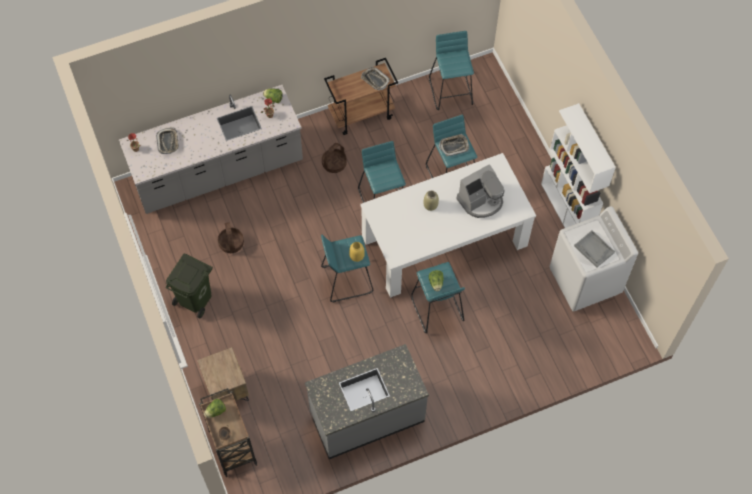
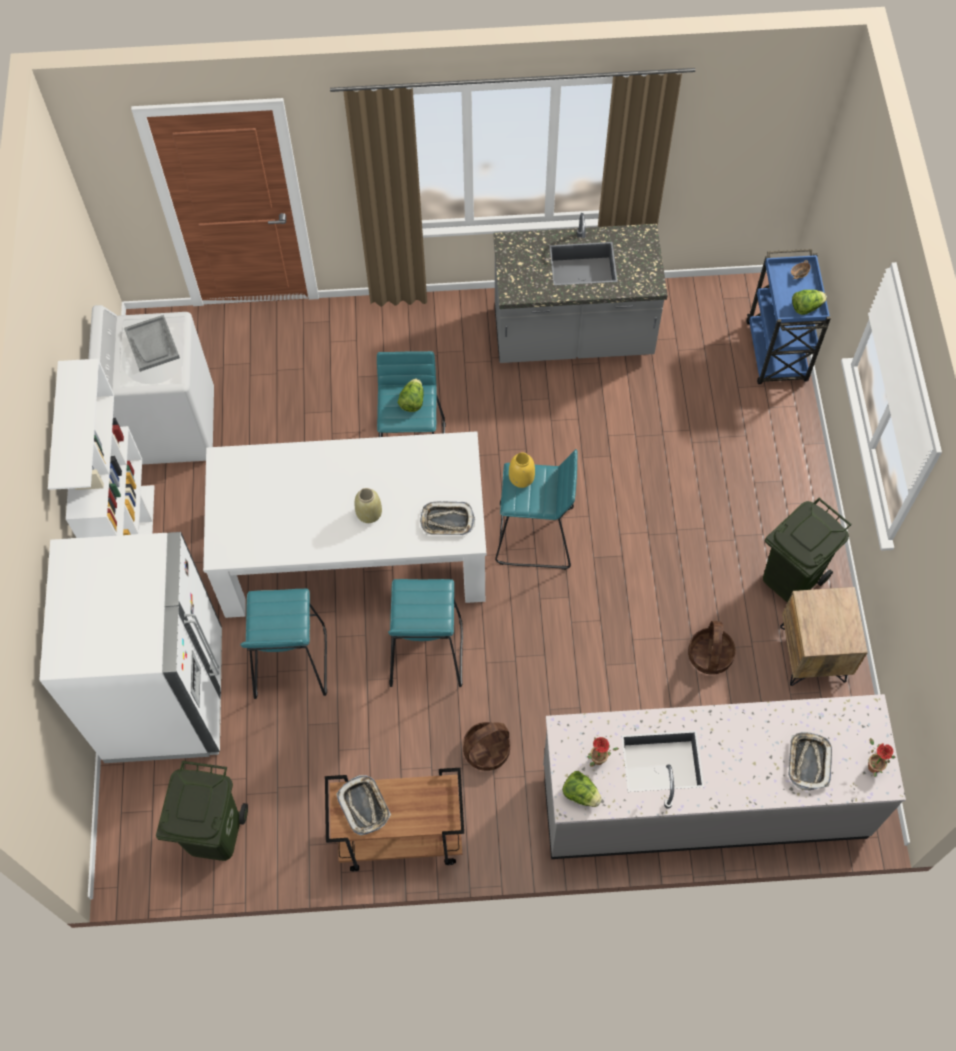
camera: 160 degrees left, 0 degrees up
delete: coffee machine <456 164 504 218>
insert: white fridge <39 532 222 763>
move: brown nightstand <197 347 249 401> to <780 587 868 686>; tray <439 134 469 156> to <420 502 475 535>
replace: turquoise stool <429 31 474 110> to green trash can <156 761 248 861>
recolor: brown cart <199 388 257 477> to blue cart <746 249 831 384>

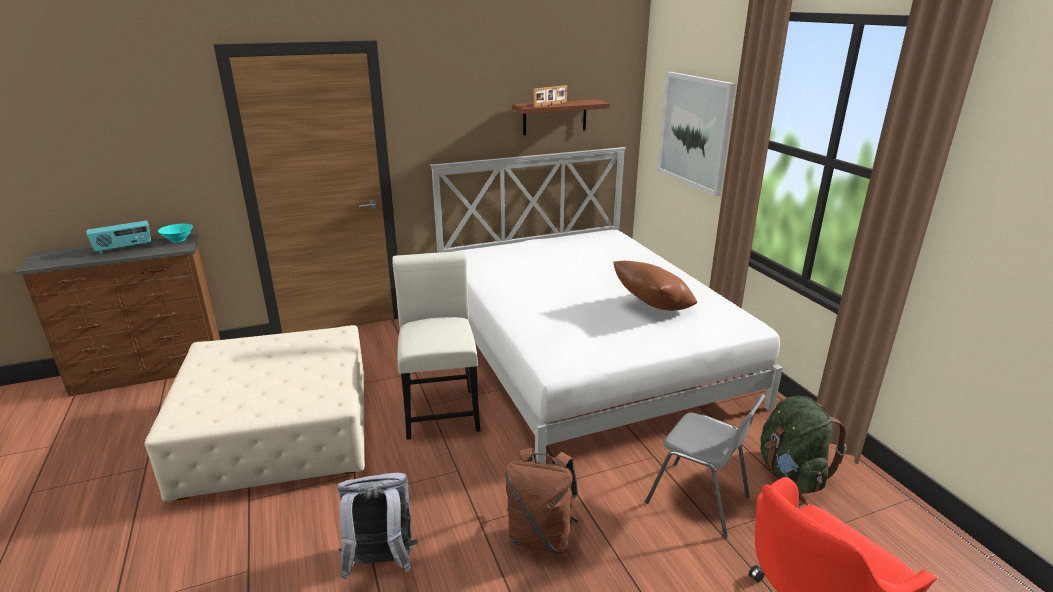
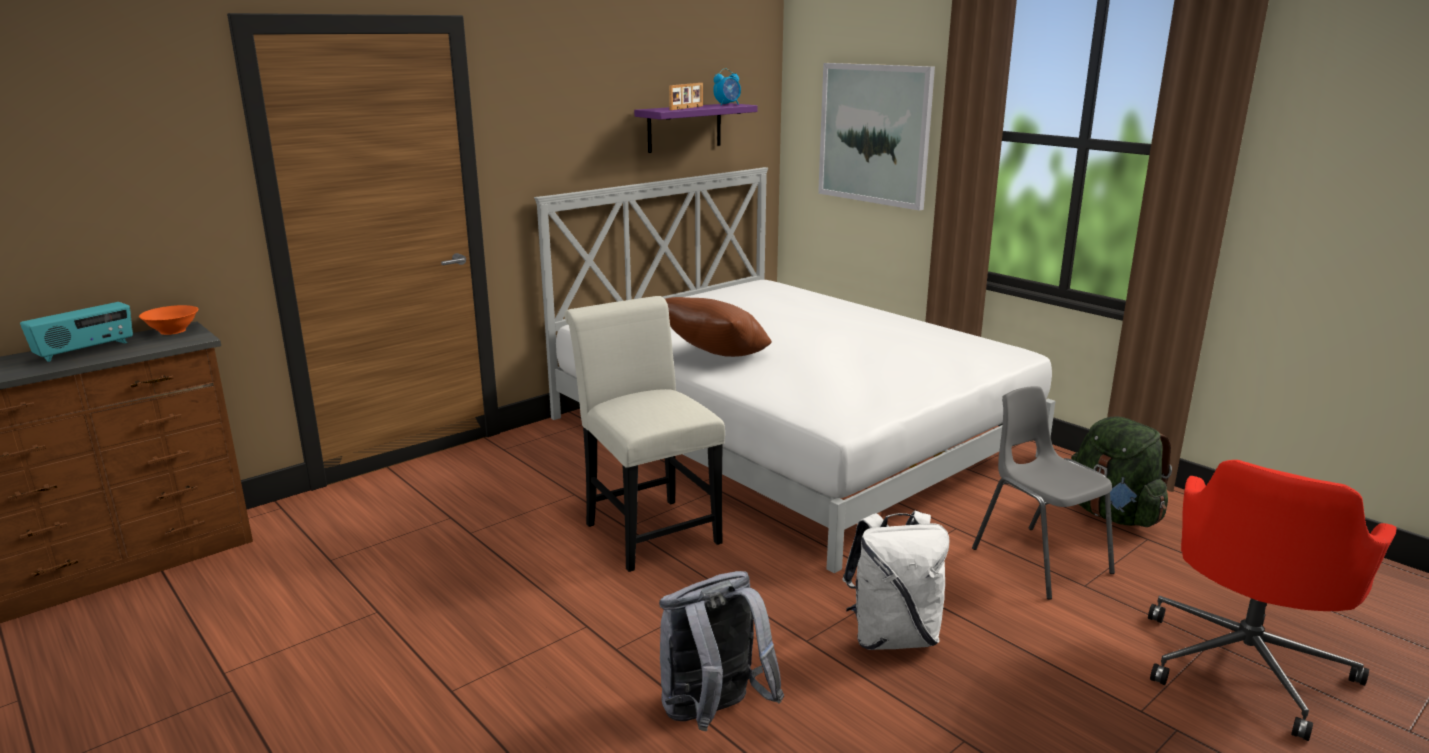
camera: 20 degrees left, 5 degrees down
delete: beige ottoman <145 325 365 501>
insert: alarm clock <713 69 741 106>
move: brown pillow <613 261 697 311> to <665 297 772 357>
recolor: turquoise bowl <158 224 193 242> to orange bowl <139 305 198 335>; brown backpack <506 448 578 553> to white backpack <842 511 949 650>; brown shelf <512 99 610 135> to purple shelf <634 103 758 153>
rotate: grey chair <645 394 765 538> = <972 386 1115 600> 135 degrees counterclockwise

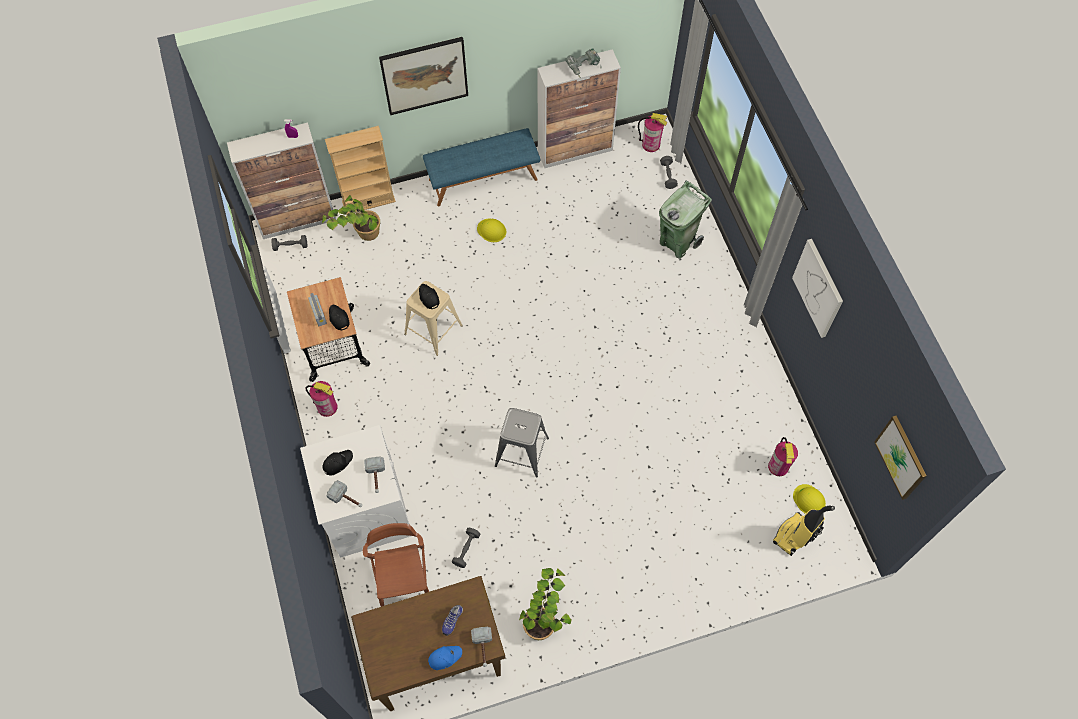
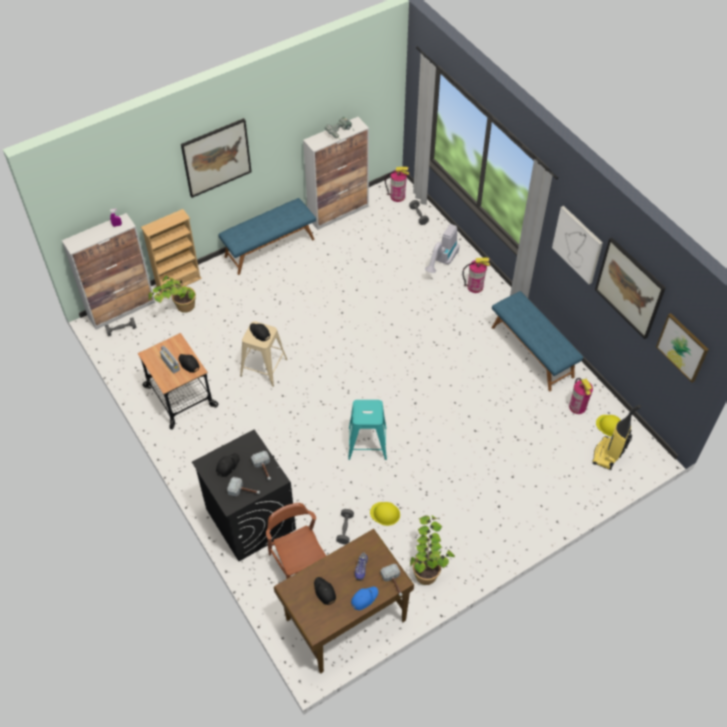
camera: 15 degrees left, 10 degrees down
insert: black cap <314 577 336 605>; blue bench <492 291 583 391>; picture <595 238 665 339>
move: fire extinguisher <305 381 337 417> to <462 258 490 293>; yellow hard hat <477 219 506 242> to <370 502 400 526>
replace: green trash can <659 180 712 259> to vacuum cleaner <425 224 459 273>
recolor: white washing machine <300 425 410 558> to black washing machine <192 430 296 561>; grey stool <495 408 549 478> to turquoise stool <348 400 387 460>

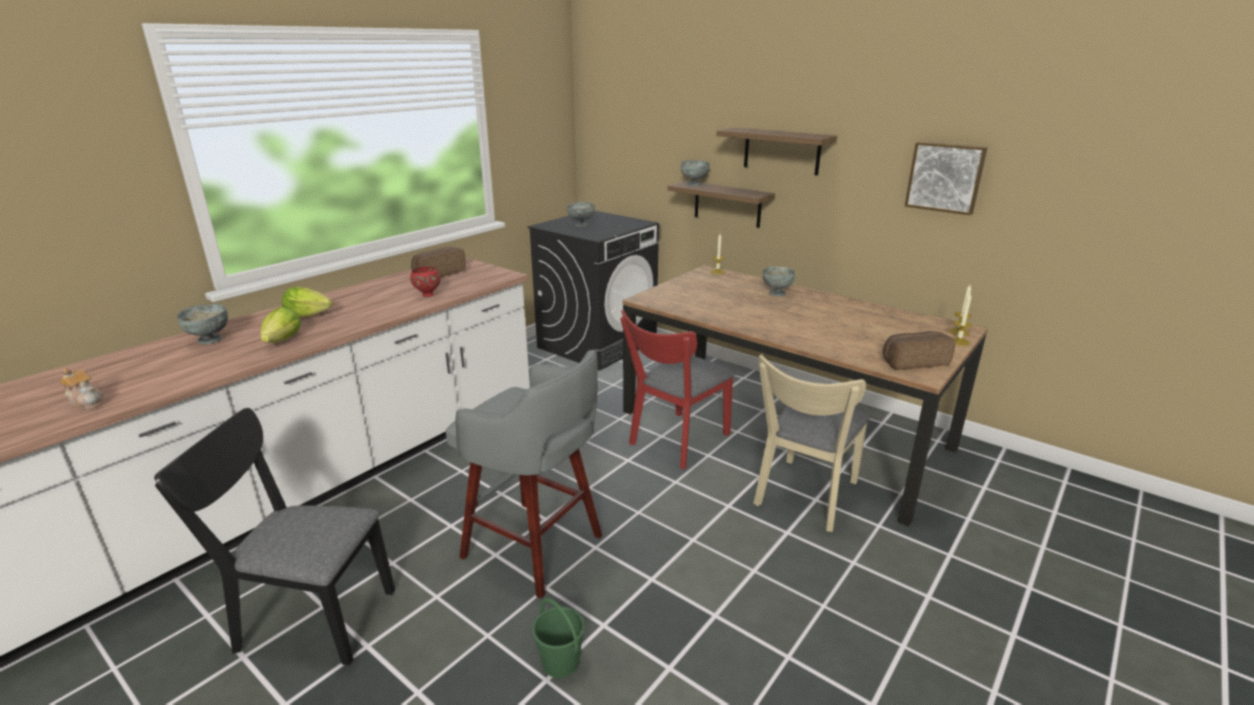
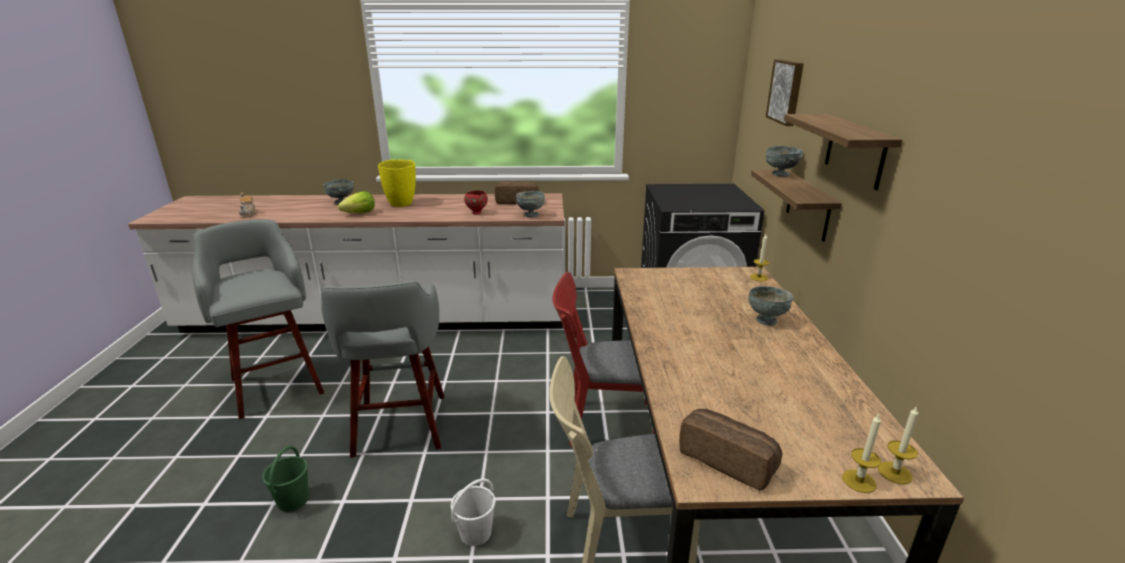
camera: 50 degrees right, 0 degrees up
insert: white bucket <451 478 495 546>
move: grey bowl <566 202 595 227> to <516 191 545 218>; picture <905 141 987 215> to <766 59 804 126>
replace: black chair <154 408 395 665> to grey stool <192 219 324 419>; lettuce <282 287 333 317> to yellow vase <378 160 416 207>

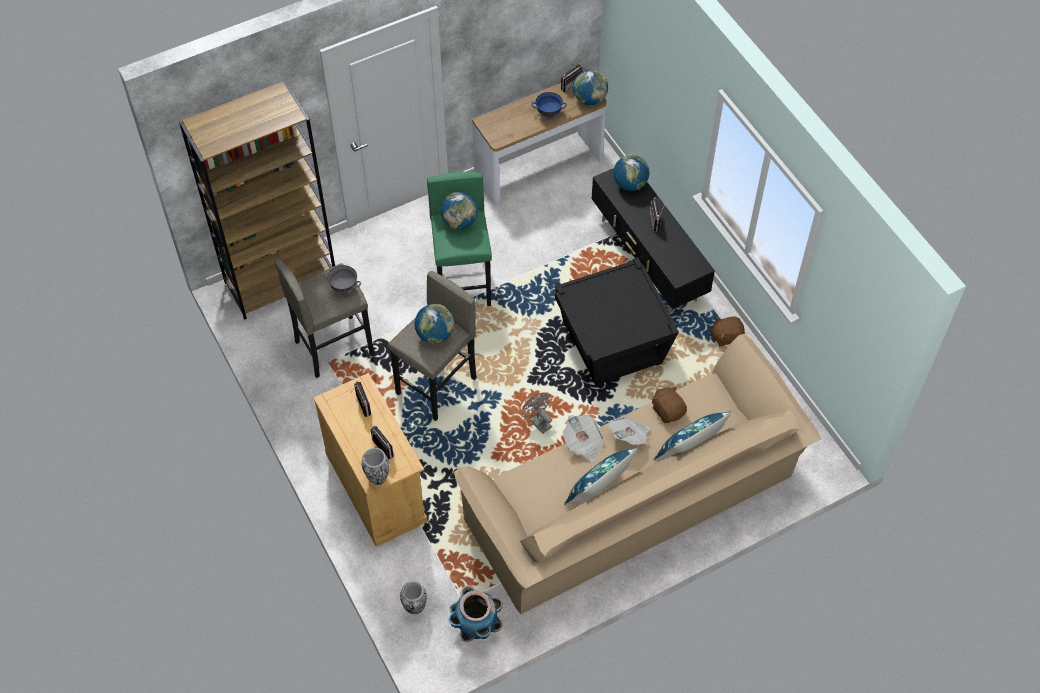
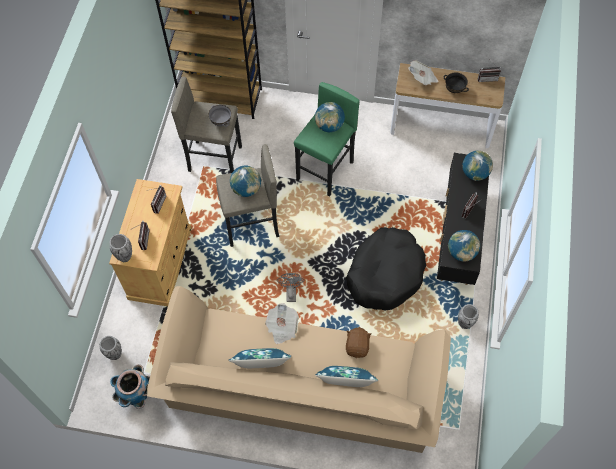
camera: 40 degrees right, 5 degrees up
move: globe <573 69 608 105> to <448 230 480 262>; newspaper <609 417 650 445> to <408 61 438 85>
replace: black side table <554 257 679 386> to black dog bed <346 227 426 310>; brown plush toy <709 316 745 347> to vase <458 304 479 329>
recolor: blue bowl <531 92 567 117> to black bowl <444 72 469 93>

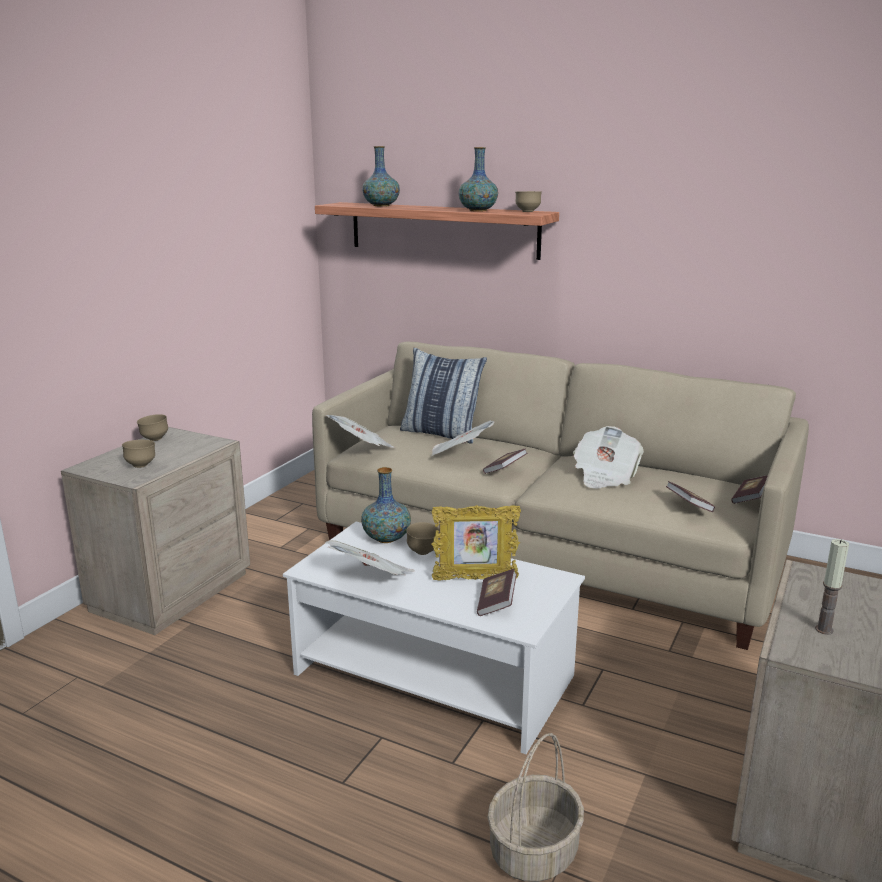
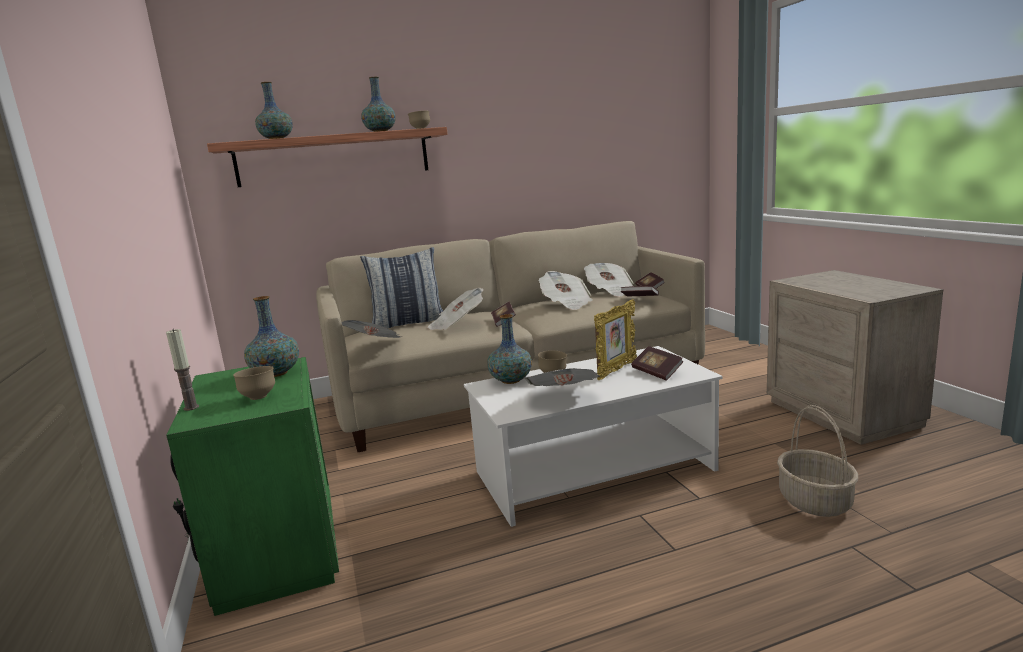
camera: 45 degrees left, 5 degrees down
delete: brown bowl <137 414 168 441>
insert: vase <244 296 299 377>; newspaper <584 263 633 297>
move: candle <815 539 849 635> to <166 329 199 411>
recolor: beige nightstand <61 427 250 635> to green nightstand <166 357 339 616>

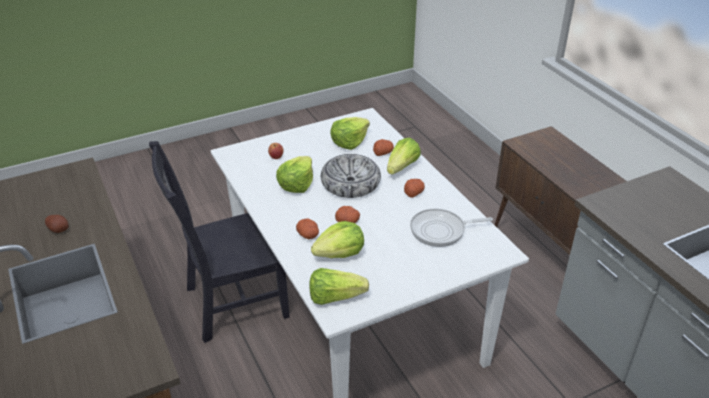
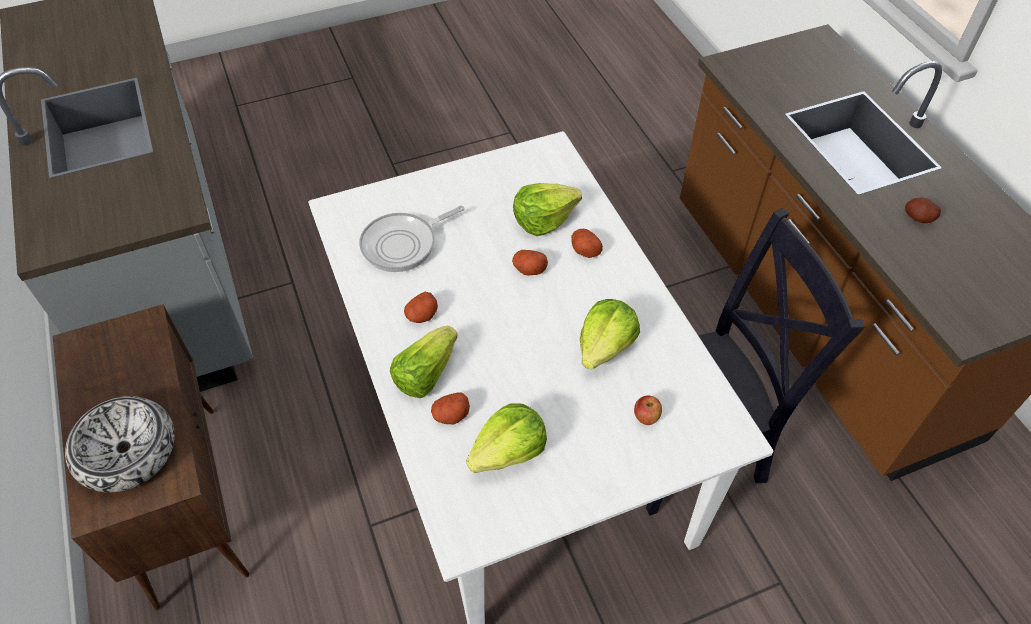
camera: 175 degrees left, 15 degrees up
delete: lettuce <309 268 369 305>
move: bowl <321 154 381 198> to <65 396 175 493>
rotate: frying pan <410 209 493 247> = <359 205 464 272> 150 degrees clockwise

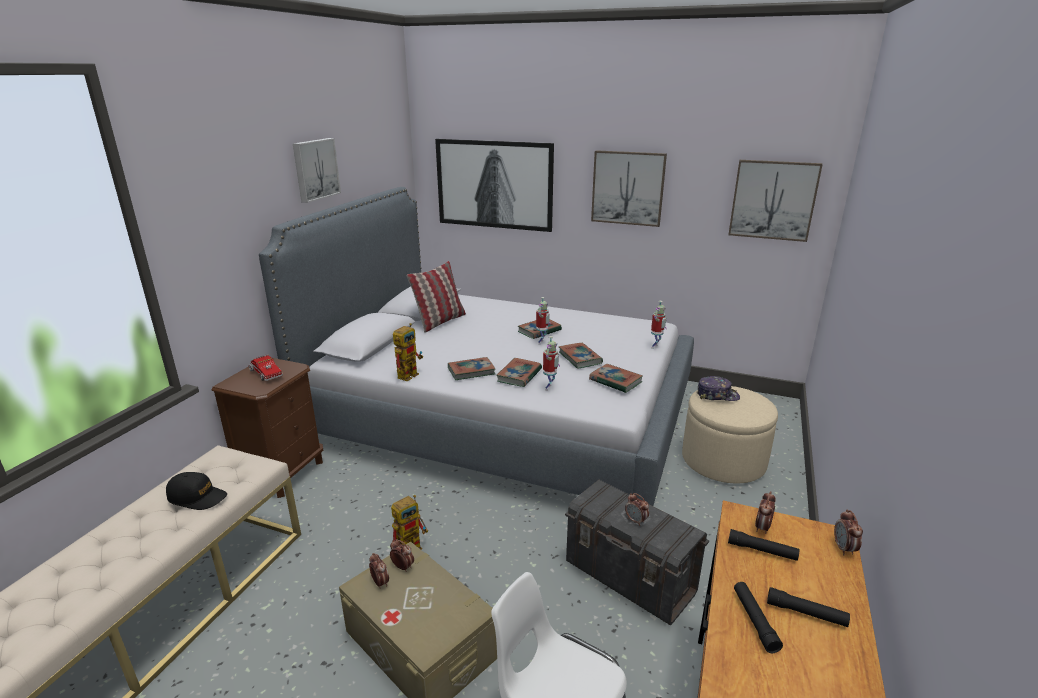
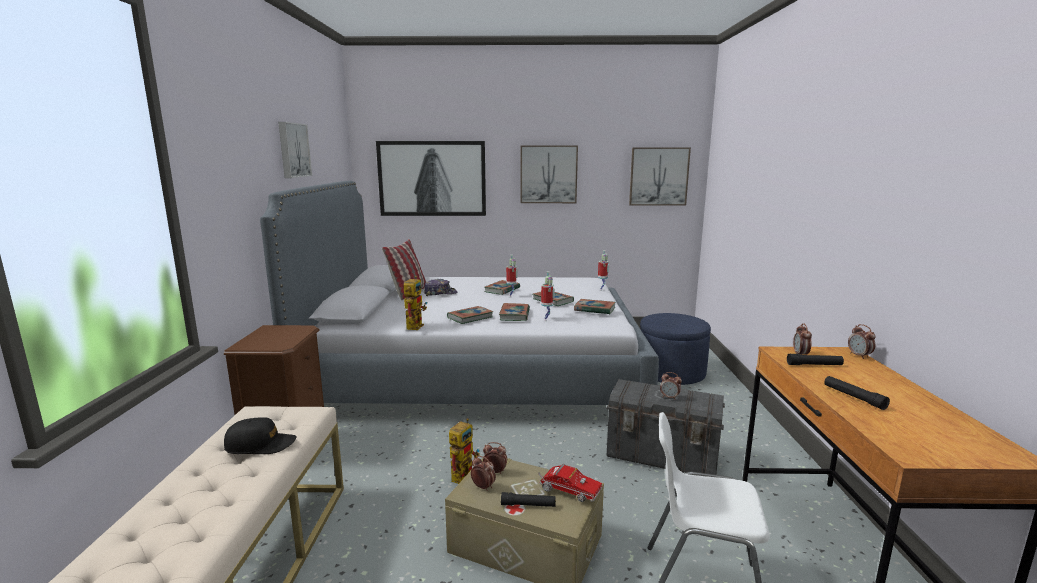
camera: 20 degrees left, 10 degrees down
move: toy truck <249 354 283 381> to <538 463 602 502>; cap <696 376 740 401> to <424 279 457 296>; black flashlight <767 587 850 627> to <501 492 556 507>
recolor: beige ottoman <682 386 778 483> to blue ottoman <640 313 711 385>

